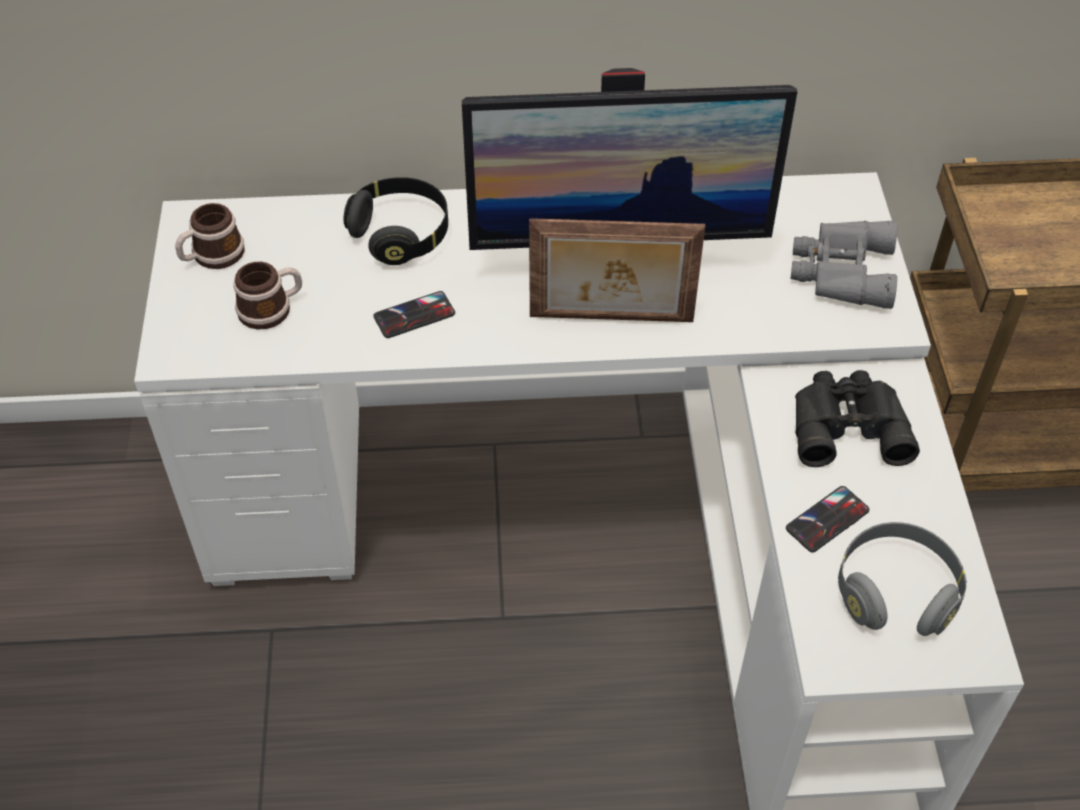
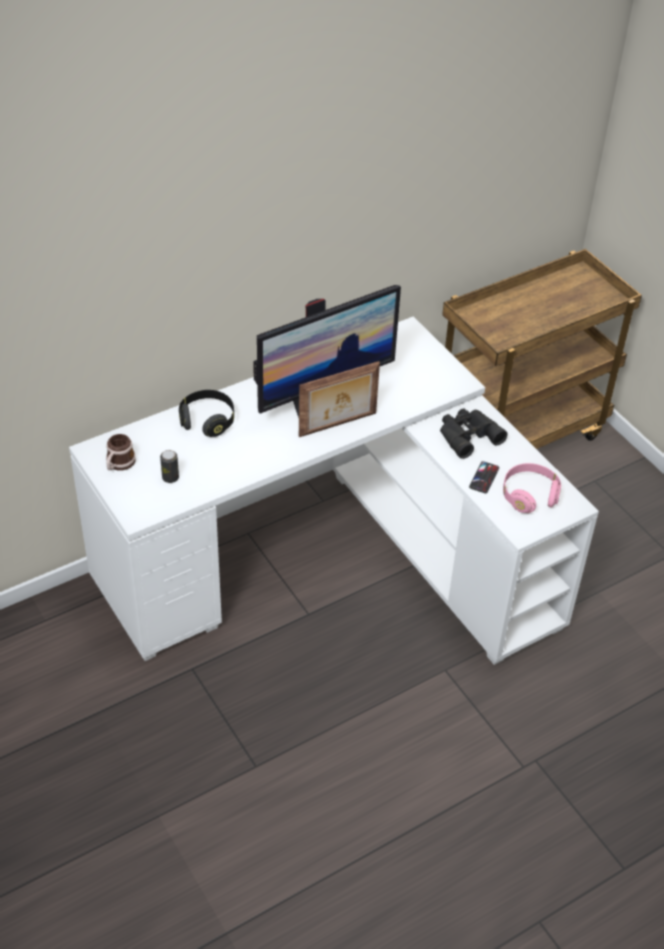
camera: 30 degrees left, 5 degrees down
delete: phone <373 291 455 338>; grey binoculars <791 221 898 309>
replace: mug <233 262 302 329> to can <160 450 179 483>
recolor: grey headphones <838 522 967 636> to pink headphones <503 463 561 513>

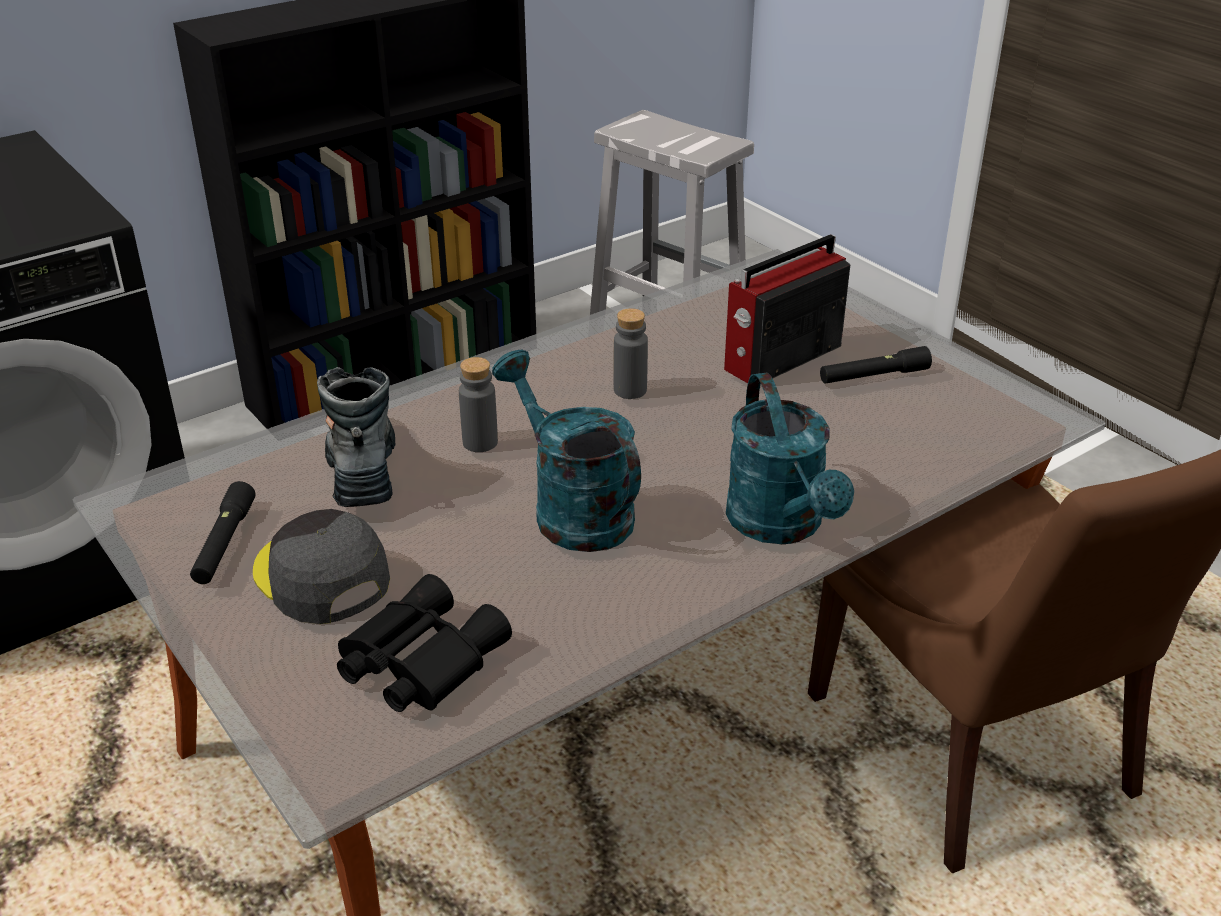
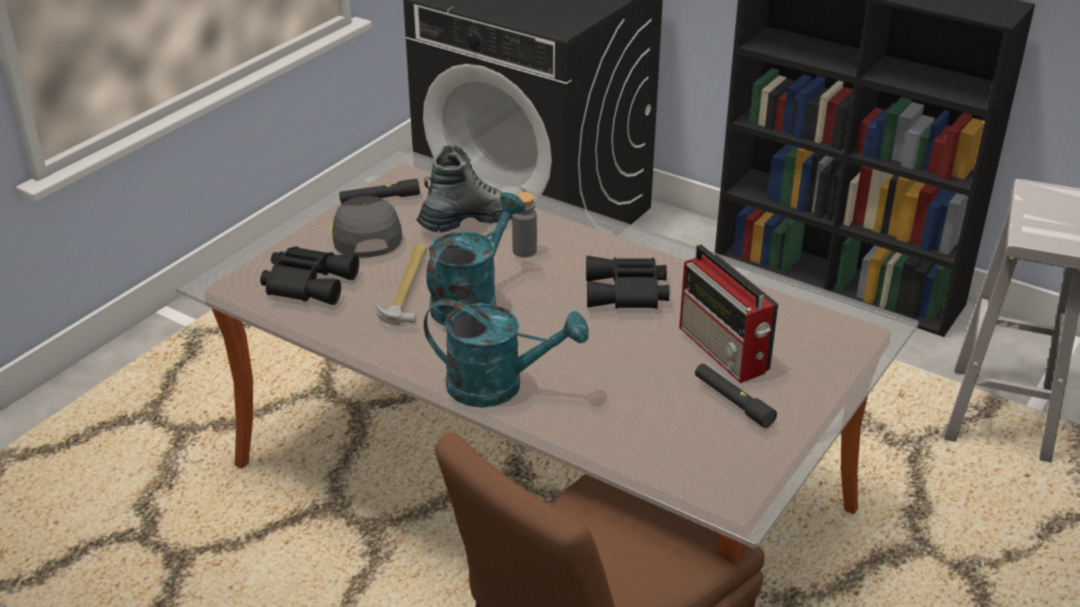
camera: 70 degrees right, 0 degrees up
insert: hammer <375 244 427 325>
replace: grey bottle <614 308 648 399> to black binoculars <586 256 669 309>
rotate: grey cap <253 509 390 624> = <331 196 402 258> 45 degrees counterclockwise; radio <724 234 850 383> = <679 244 778 383> 150 degrees counterclockwise; turquoise watering can <726 373 854 544> = <424 299 589 408> 135 degrees counterclockwise

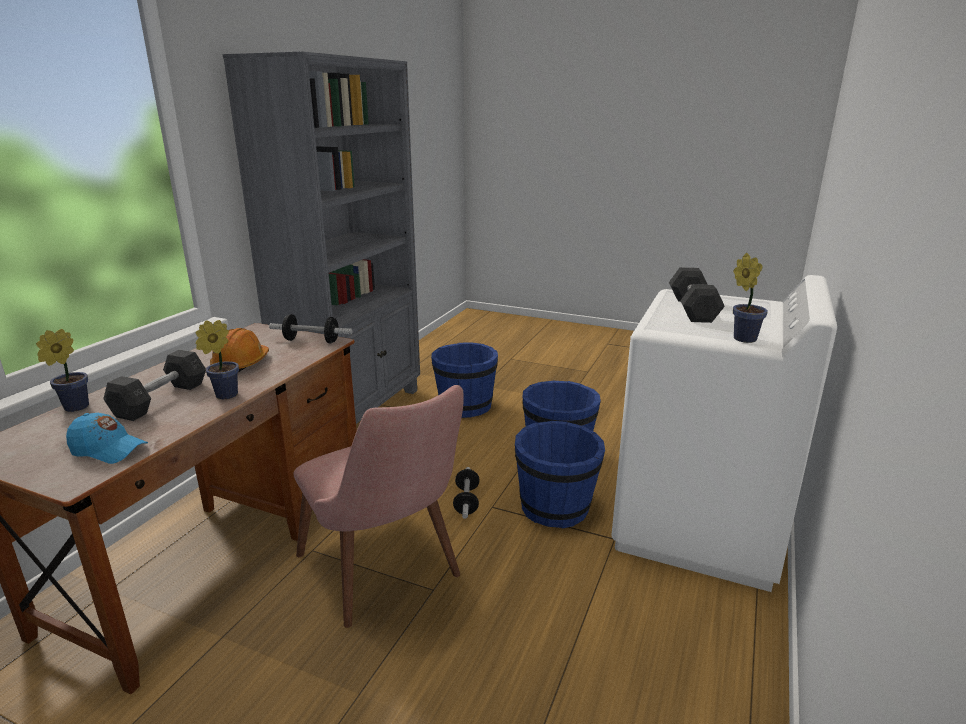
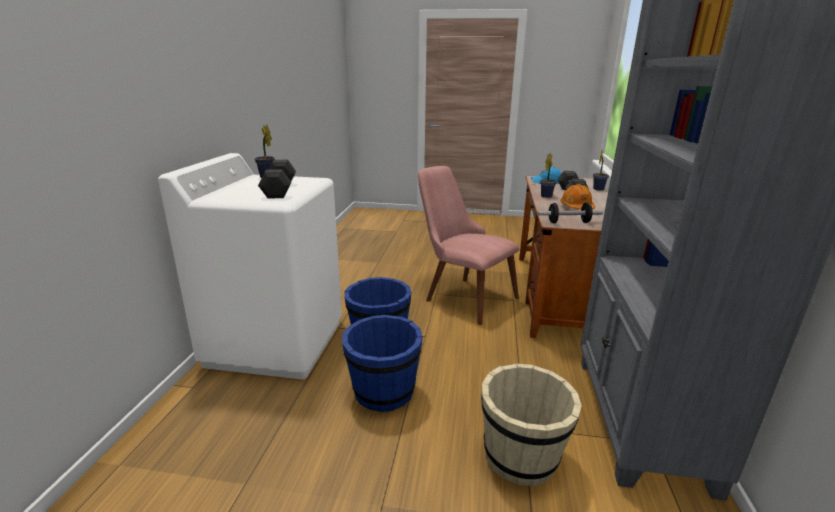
camera: 165 degrees right, 0 degrees up
delete: dumbbell <453 467 480 519>
recolor: blue bucket <431 342 498 418> to beige bucket <481 364 582 487>

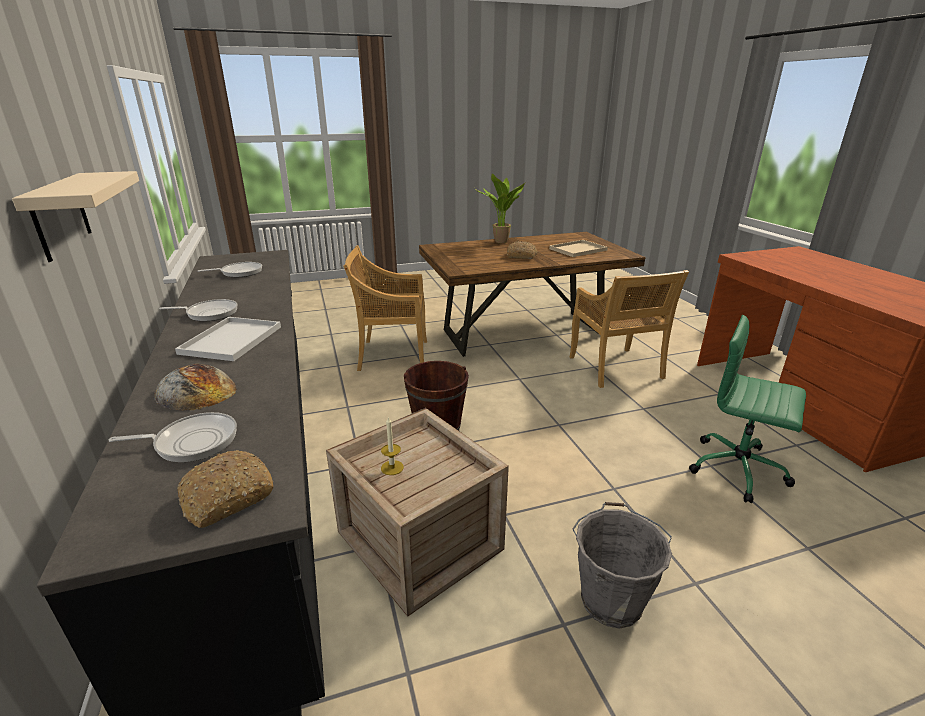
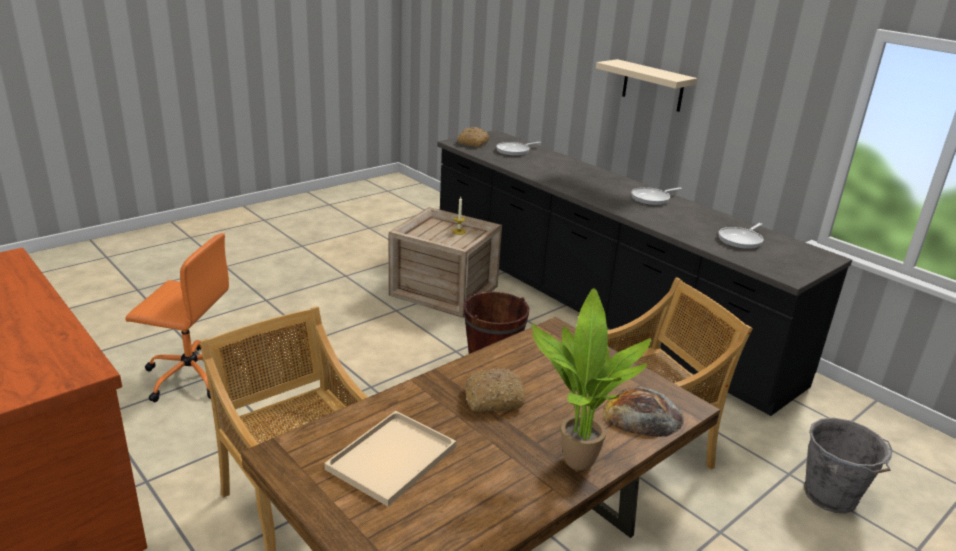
camera: 155 degrees right, 0 degrees up
delete: white tray <175 317 281 361>
move: bread <154 364 237 411> to <603 388 684 437>; grey bucket <572 502 672 629> to <804 418 893 513>
recolor: green office chair <689 315 806 503> to orange office chair <126 233 241 402>

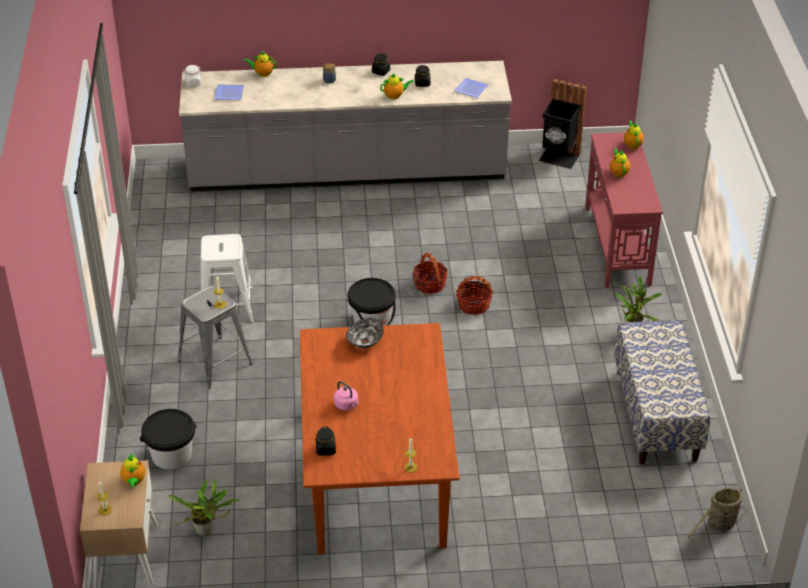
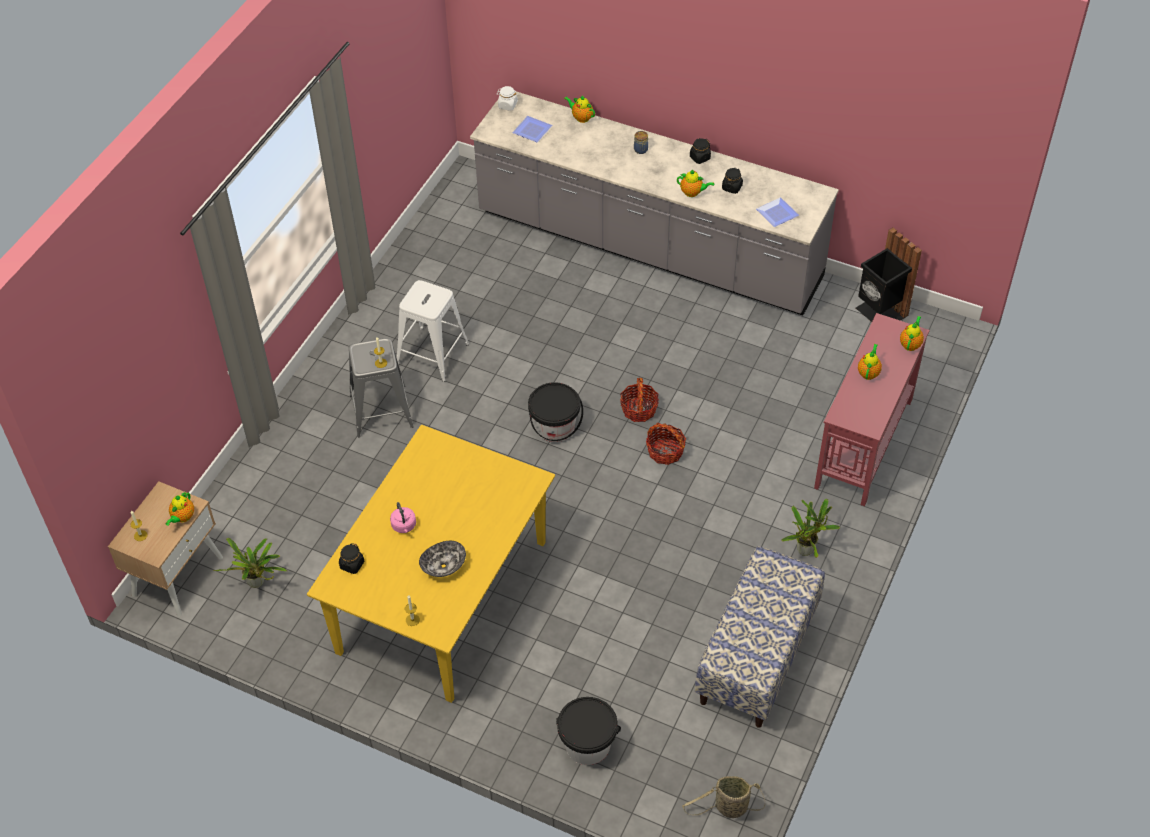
camera: 30 degrees right, 10 degrees up
move: black bucket <140 409 196 470> to <556 697 621 765>; bowl <346 318 384 348> to <419 541 466 577>
recolor: brown dining table <300 323 460 555> to yellow dining table <307 425 555 703>

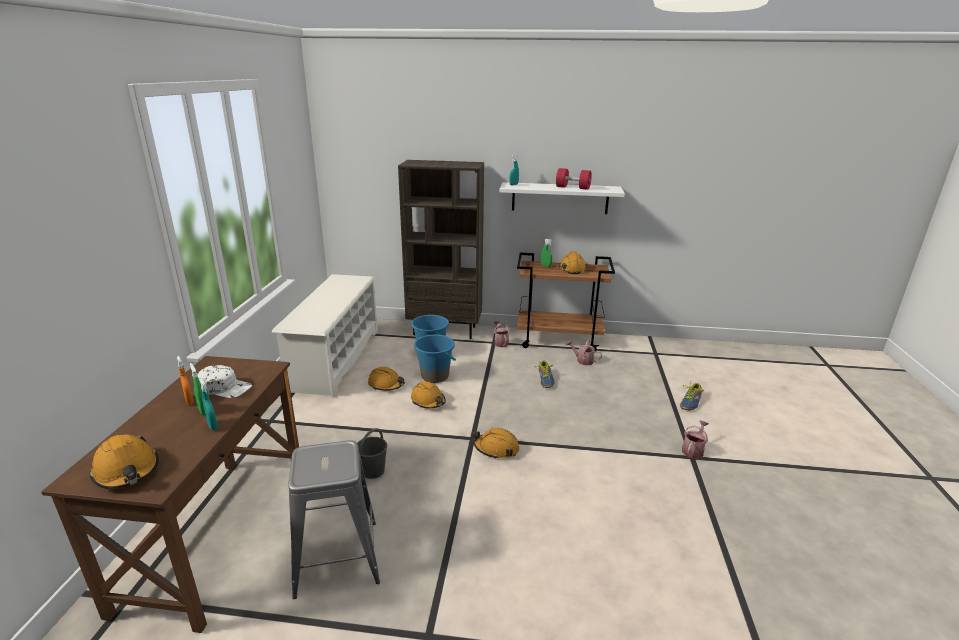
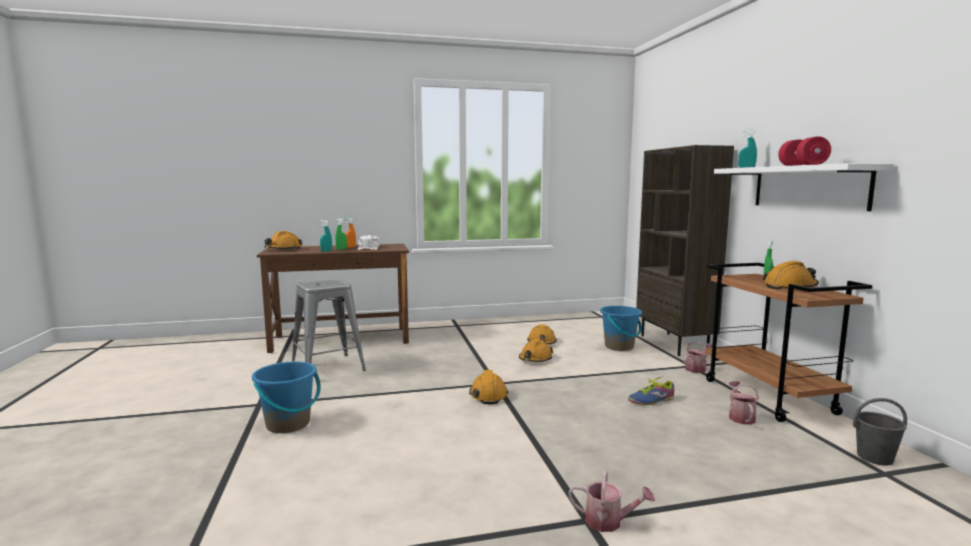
camera: 70 degrees right, 15 degrees down
delete: white shoe rack <272 274 378 397>; shoe <680 382 704 410>
move: grey bucket <357 428 387 479> to <853 398 907 466>; blue bucket <414 335 456 383> to <252 362 321 433>

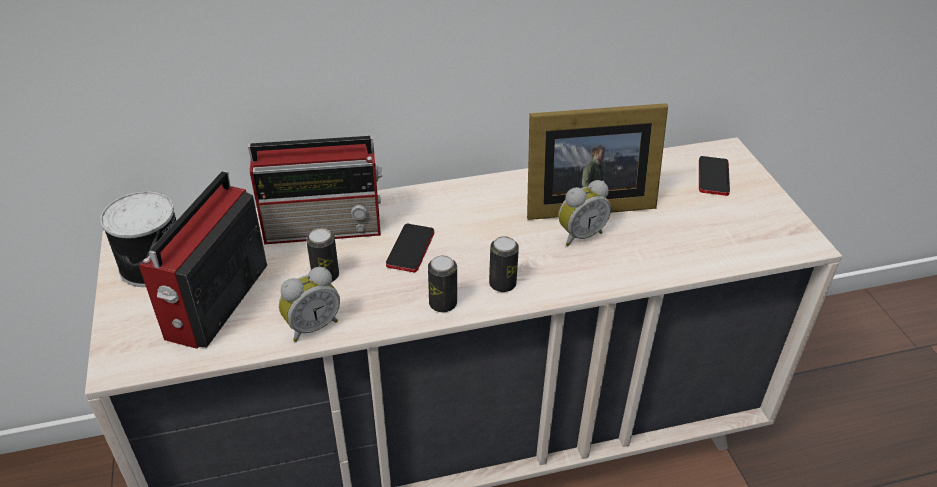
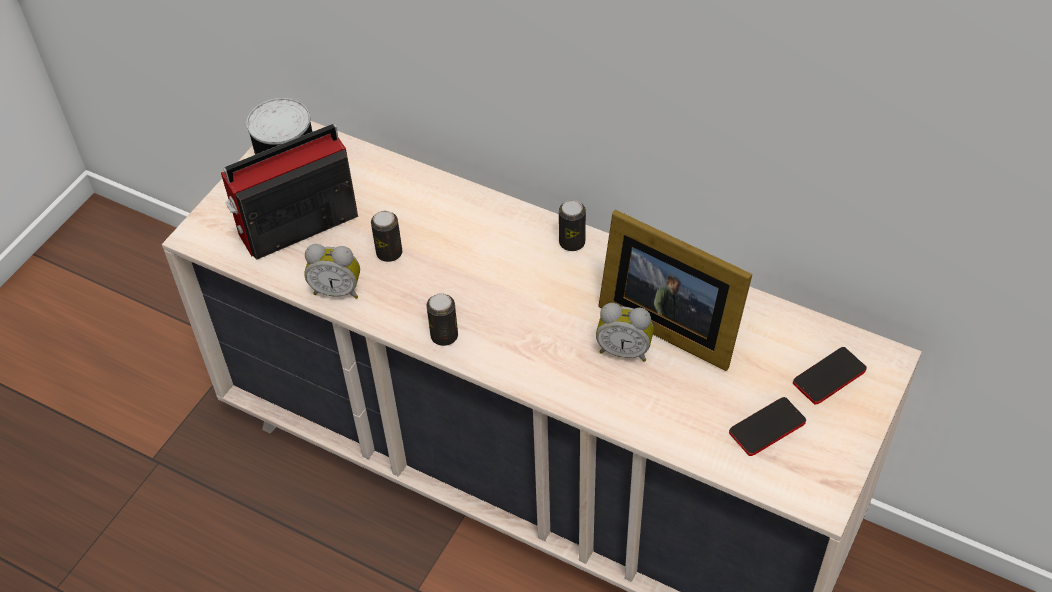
camera: 45 degrees right, 10 degrees up
delete: radio <248 136 383 245>
move: phone <386 223 434 273> to <729 397 806 456>; can <489 236 519 292> to <559 200 586 251>

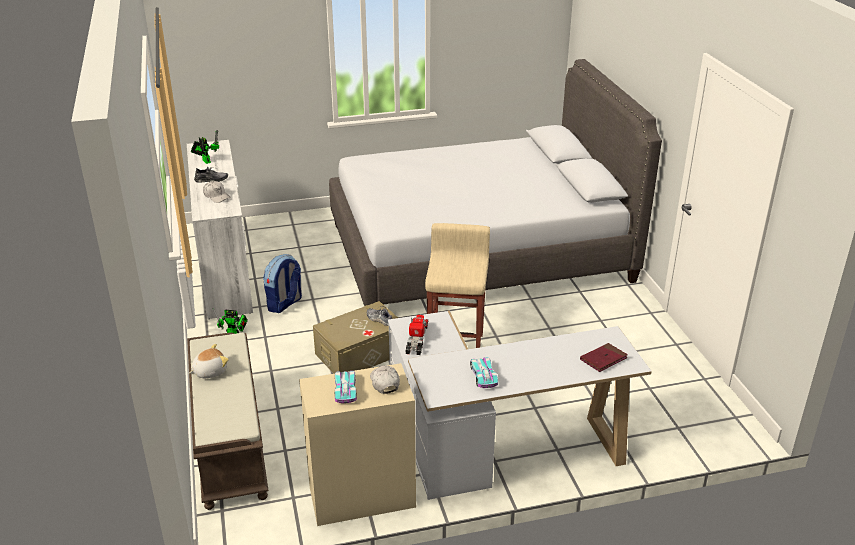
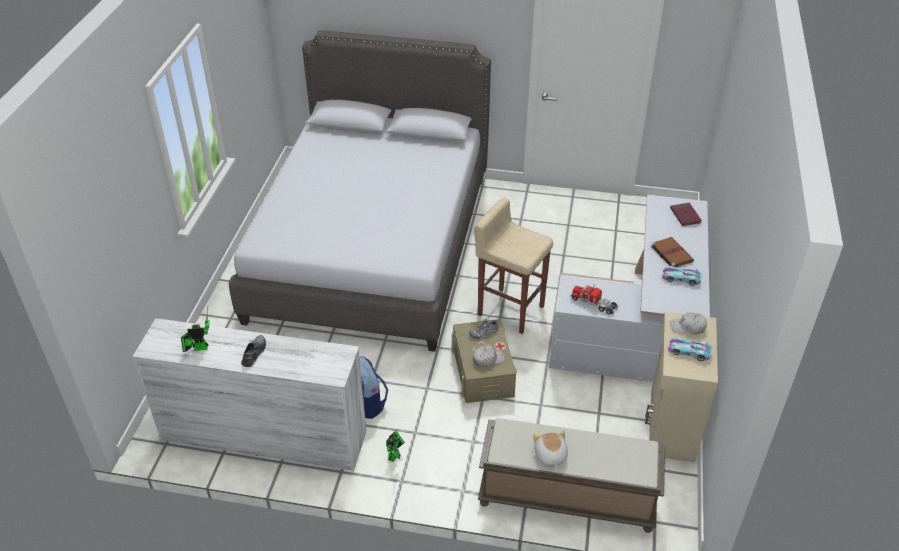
camera: 65 degrees left, 10 degrees up
insert: brown book <651 237 694 267>
move: white cap <203 181 231 203> to <473 346 505 367>

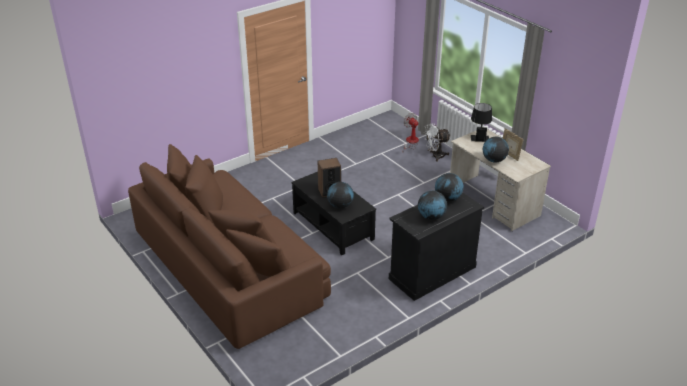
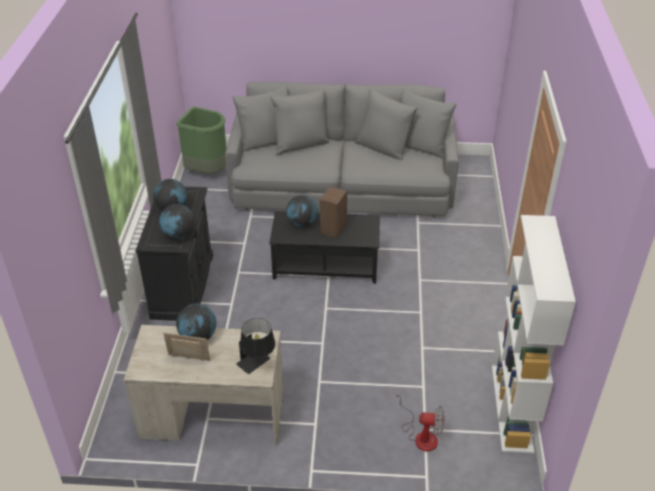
camera: 130 degrees right, 5 degrees up
delete: white fan <424 123 450 162>
insert: green trash can <176 107 227 174>; white bookcase <492 215 576 454>
recolor: brown sofa <128 144 331 349> to grey sofa <225 81 459 217>

